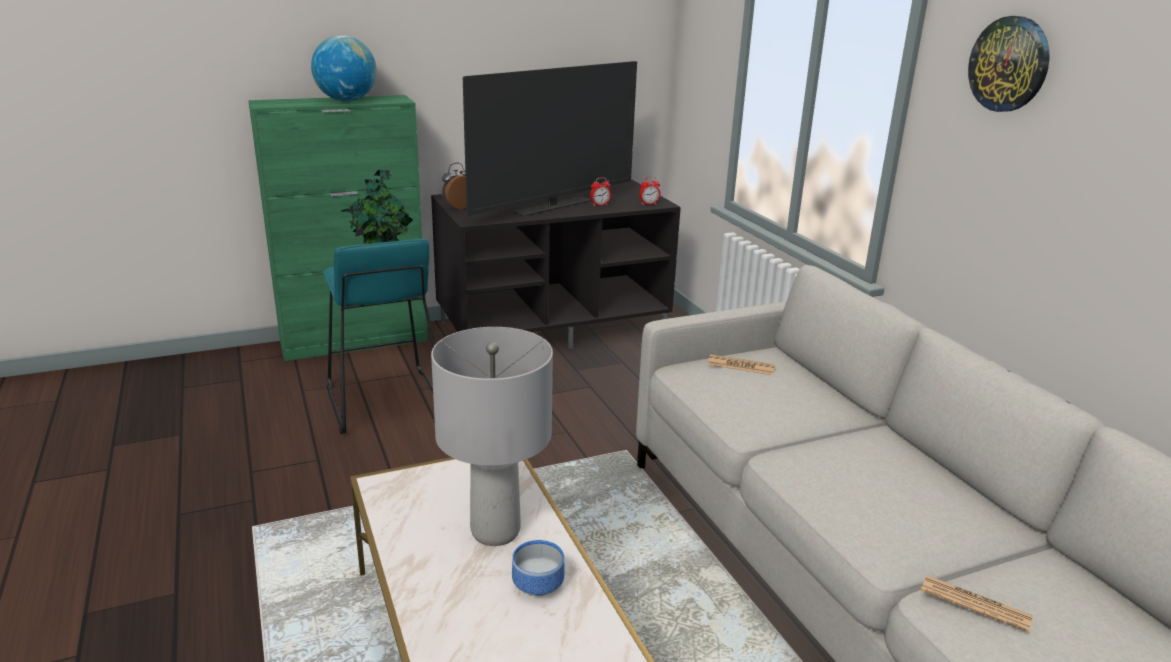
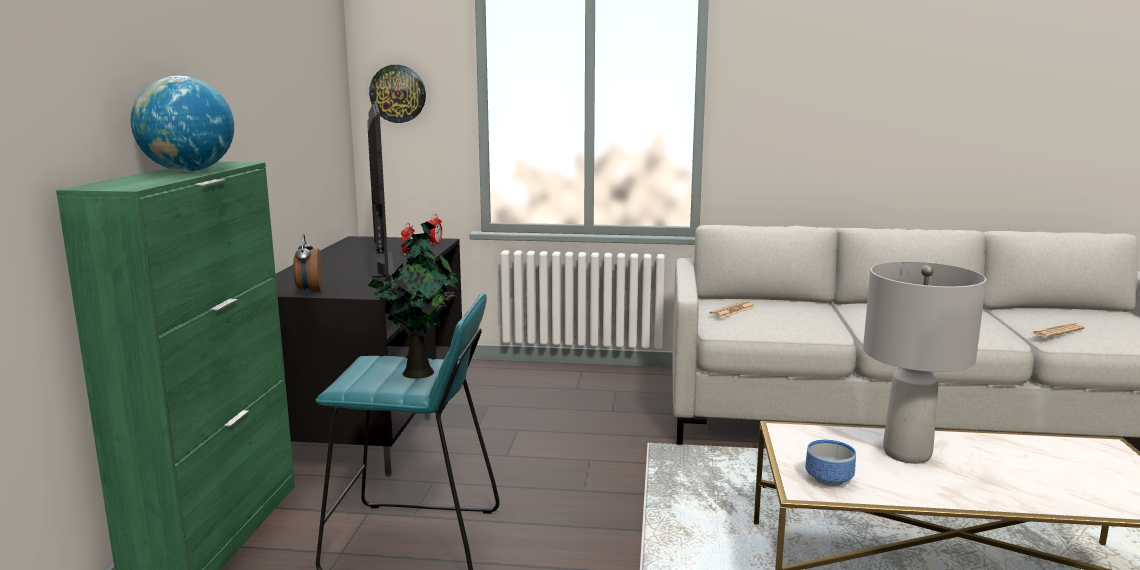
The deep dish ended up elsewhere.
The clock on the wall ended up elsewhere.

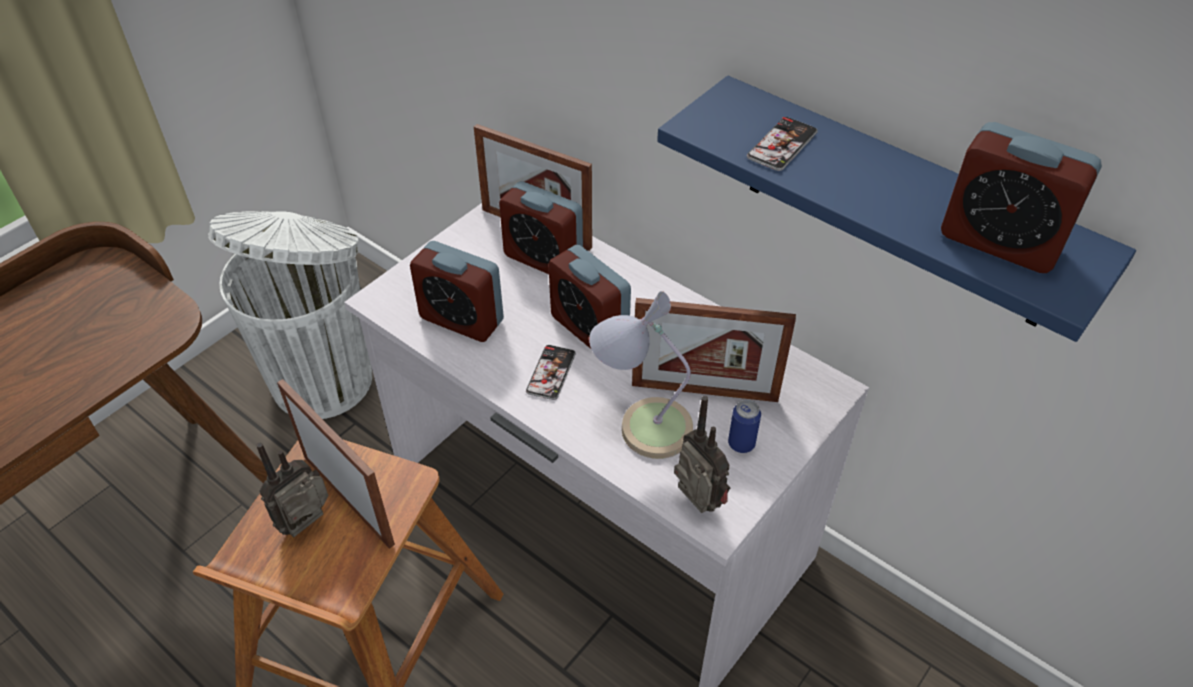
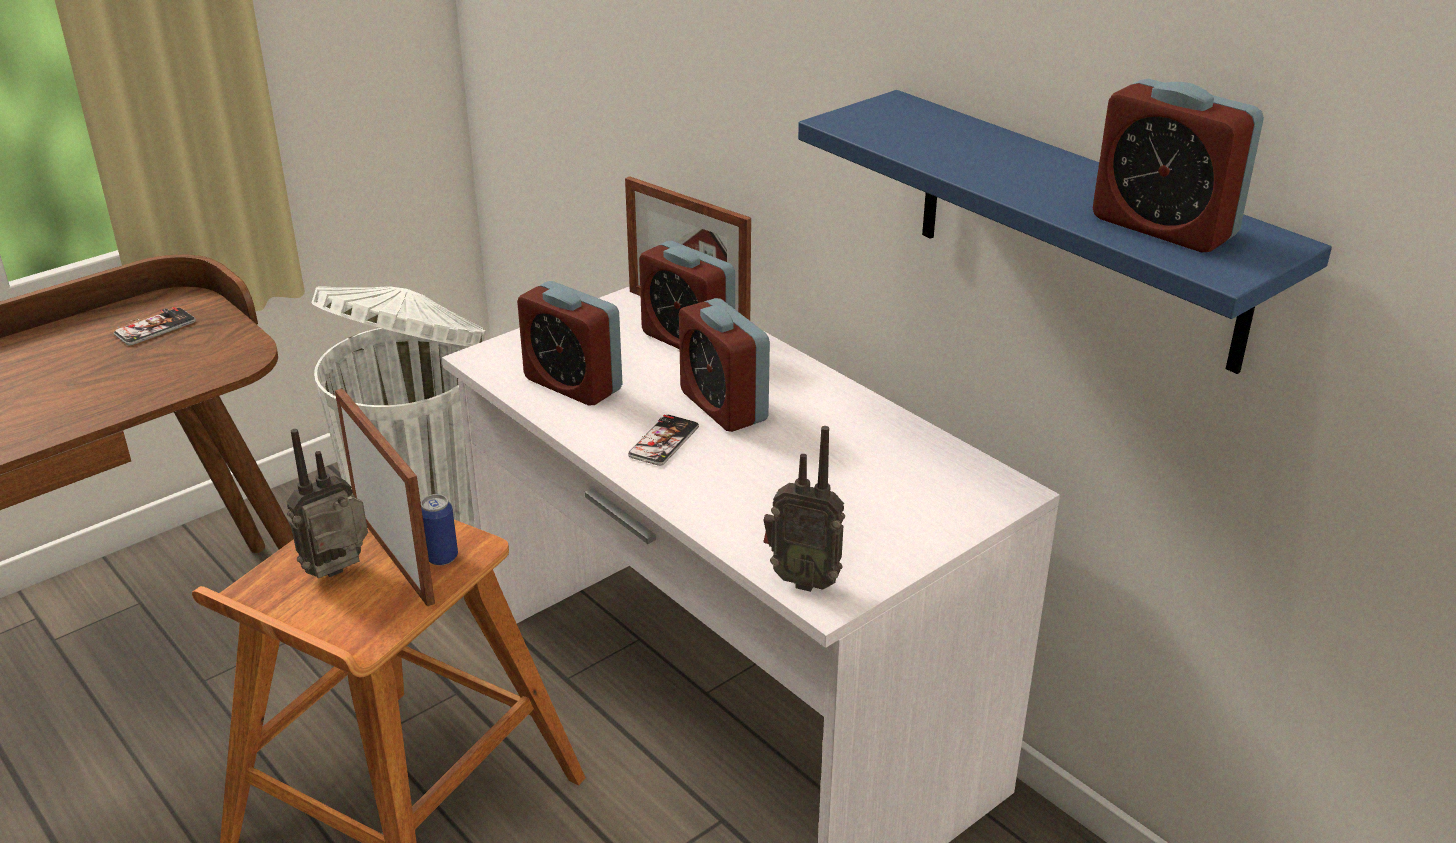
The second view lost the lamp for a table.
The second view lost the picture frame (3rd from left).
The radio (2nd from left) ended up facing another way, 135 degrees clockwise from before.
The metal can ended up elsewhere.
The telephone (2nd from left in the first image) ended up elsewhere.

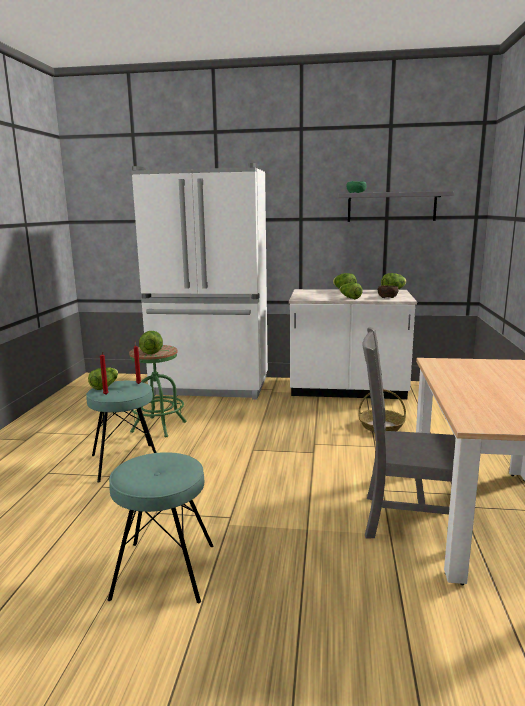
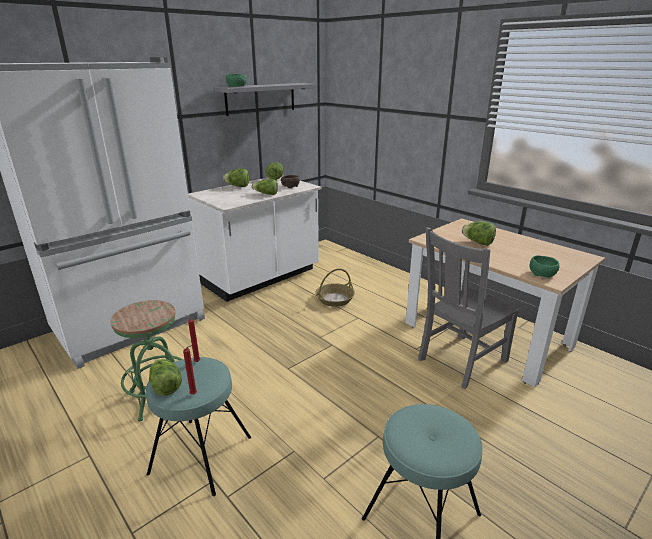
The lettuce (2nd from left in the first image) ended up elsewhere.
The second view gained the green deep dish (2nd from left).

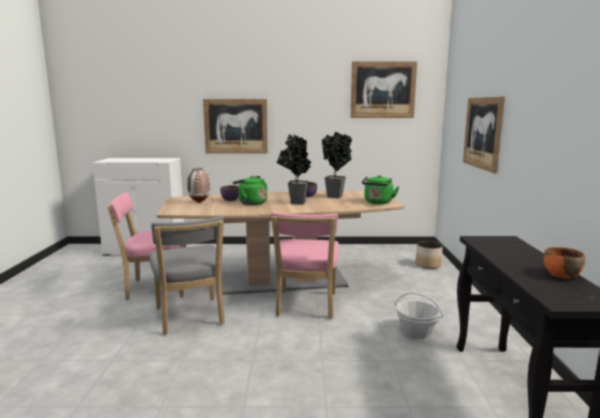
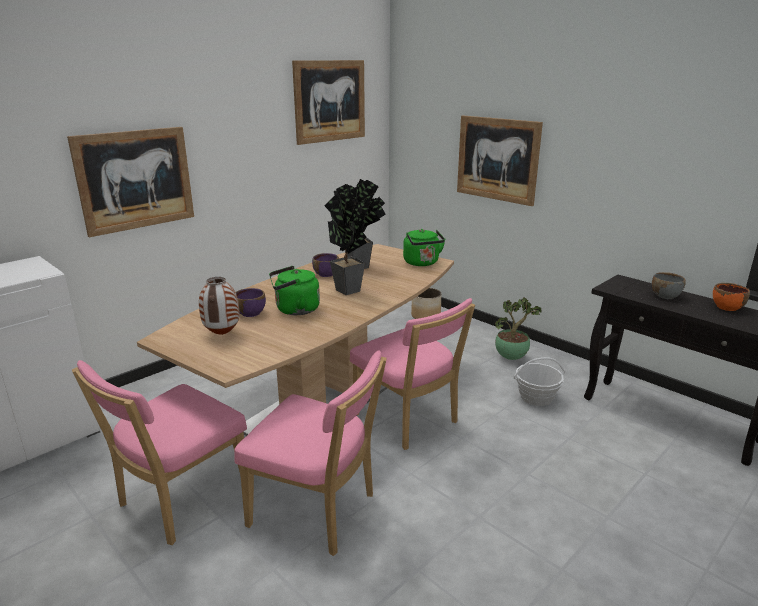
What was the greyish upright chair turned into the pink upright chair (2nd from left).
The second view gained the potted plant (3rd from left).
The second view gained the greyish deep dish.

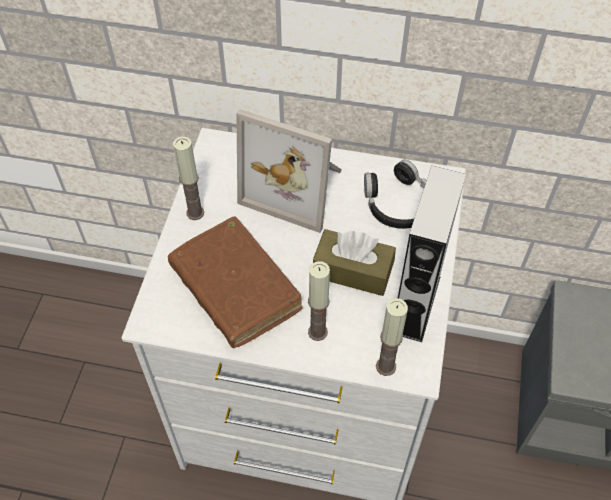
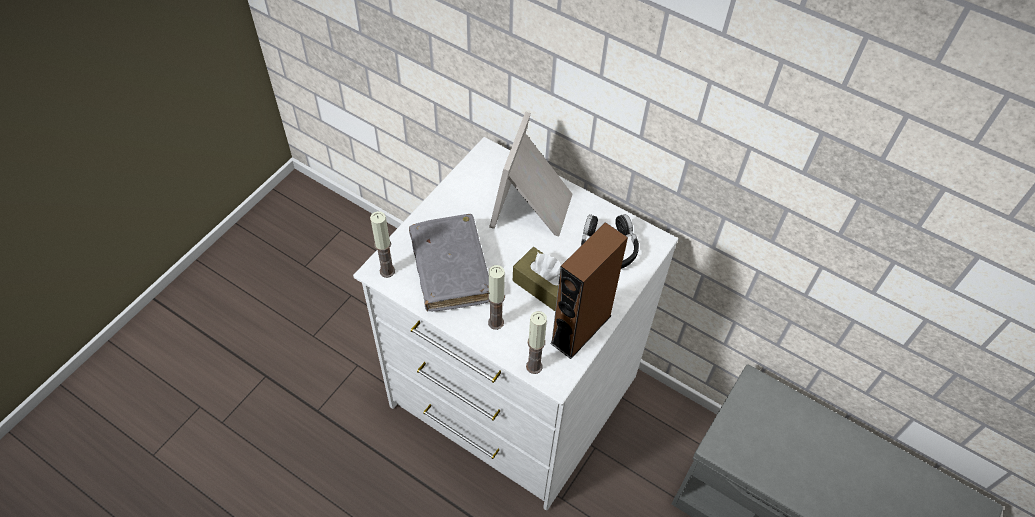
What was the brown-coloured volume turned into the greyish volume.
The wax candle (1st from left) ended up elsewhere.
The picture frame ended up facing another way, 60 degrees clockwise from before.
What was the greyish speaker turned into the brown-coloured speaker.

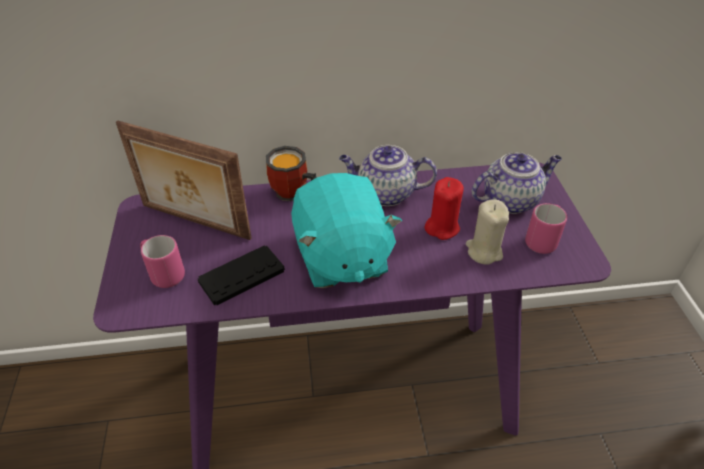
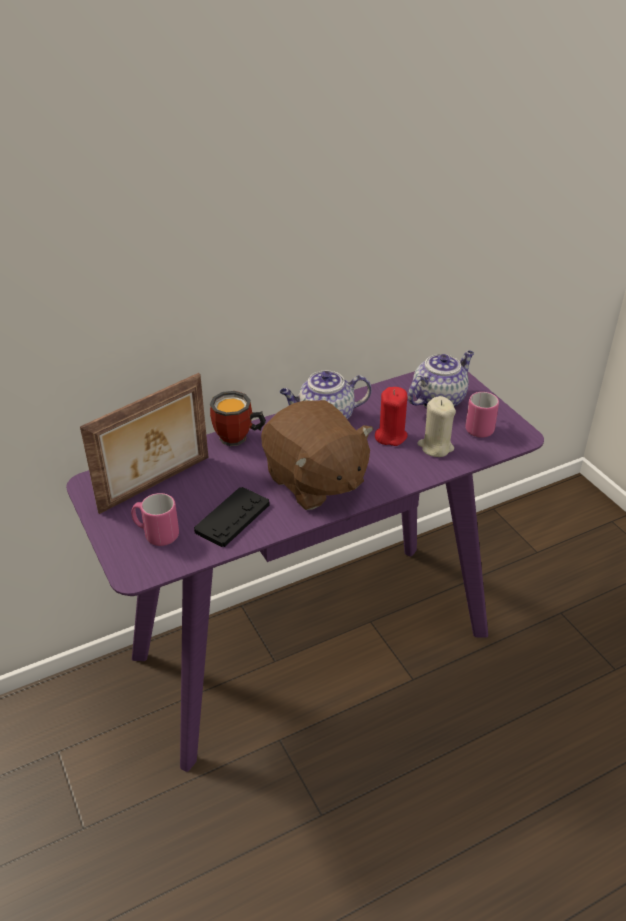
The picture frame ended up facing another way, 45 degrees counterclockwise from before.
What was the turquoise-coloured plush toy turned into the brown-coloured plush toy.

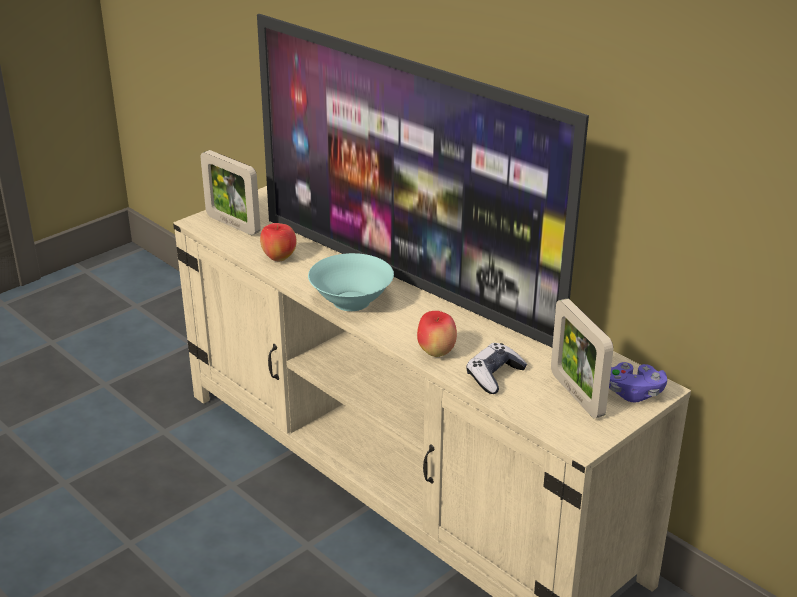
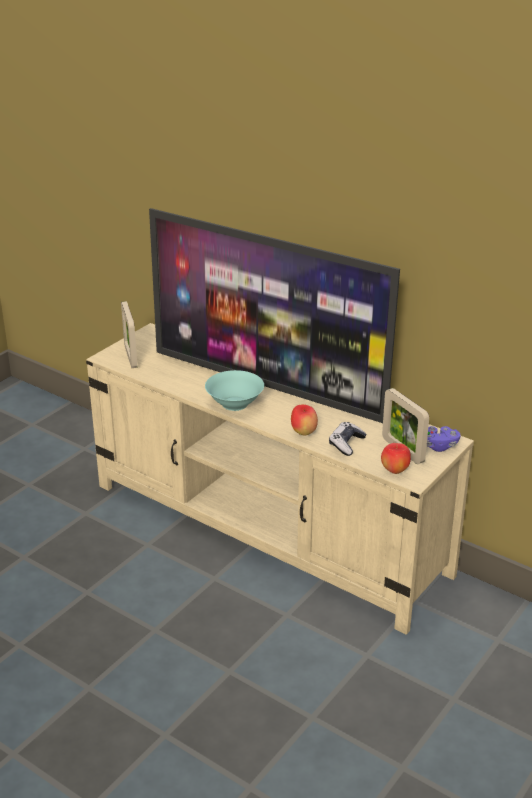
The picture frame (1st from left) ended up facing another way, 45 degrees clockwise from before.
The apple fruit (1st from left in the first image) ended up elsewhere.

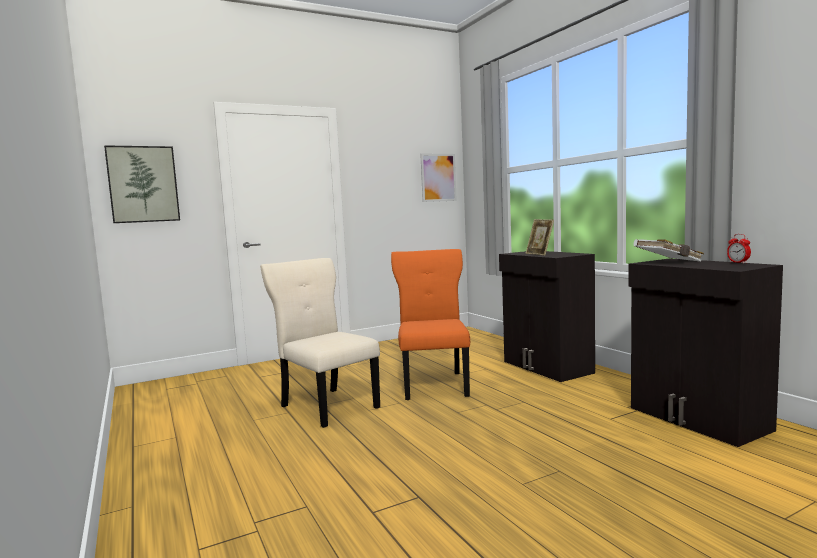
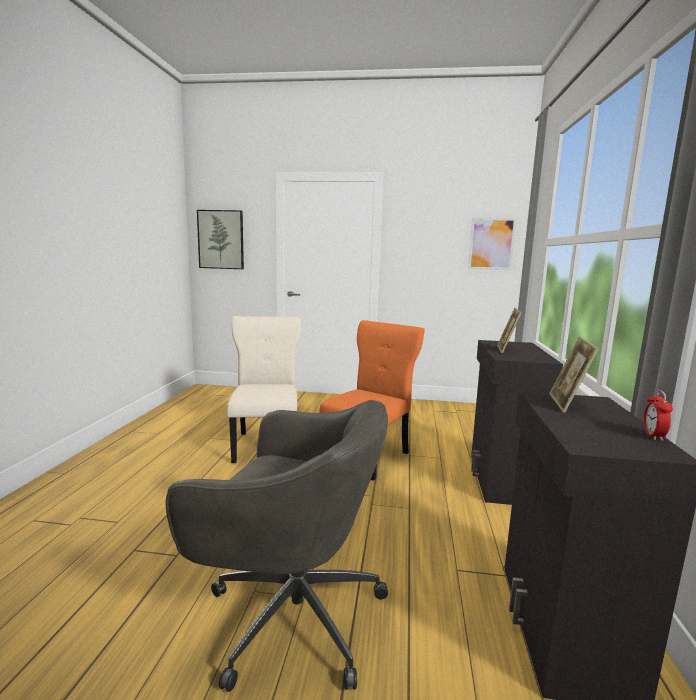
Where the whitish volume stood, the picture frame (2nd from left) came to stand.
The second view gained the greyish office chair.

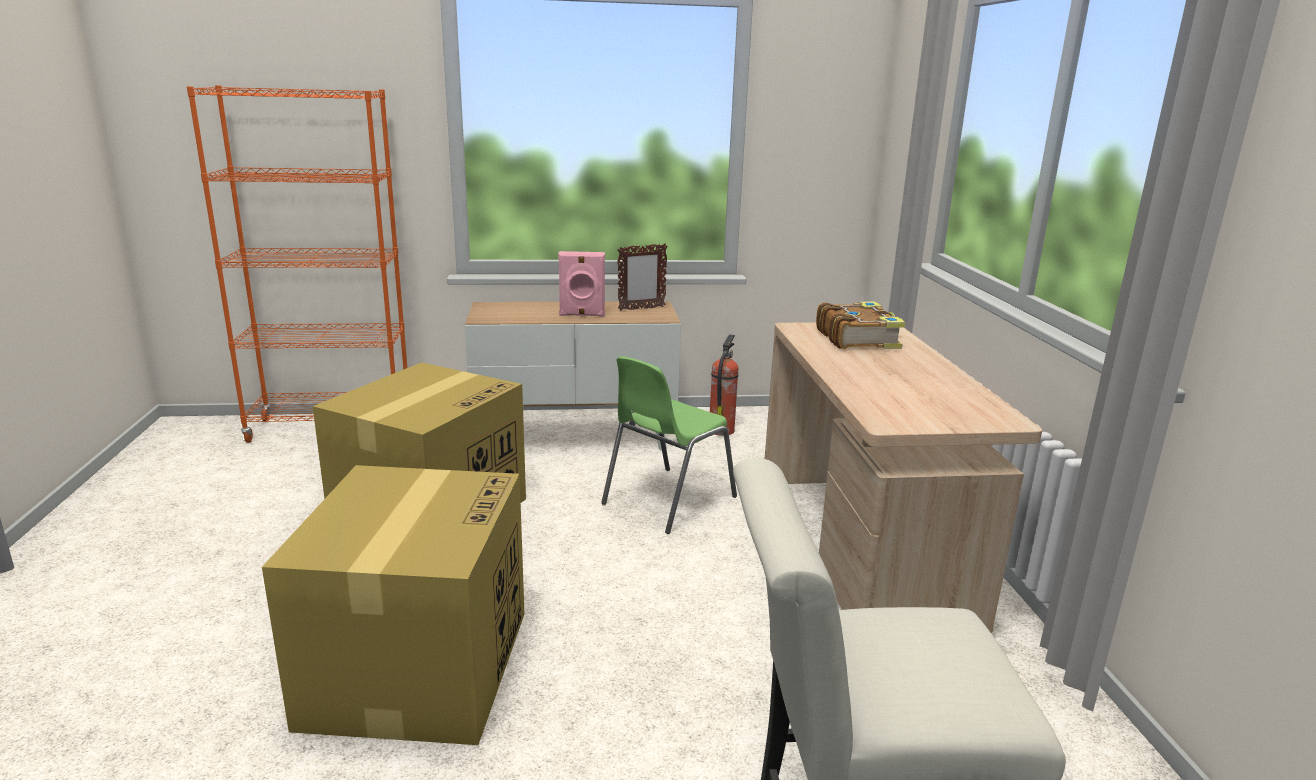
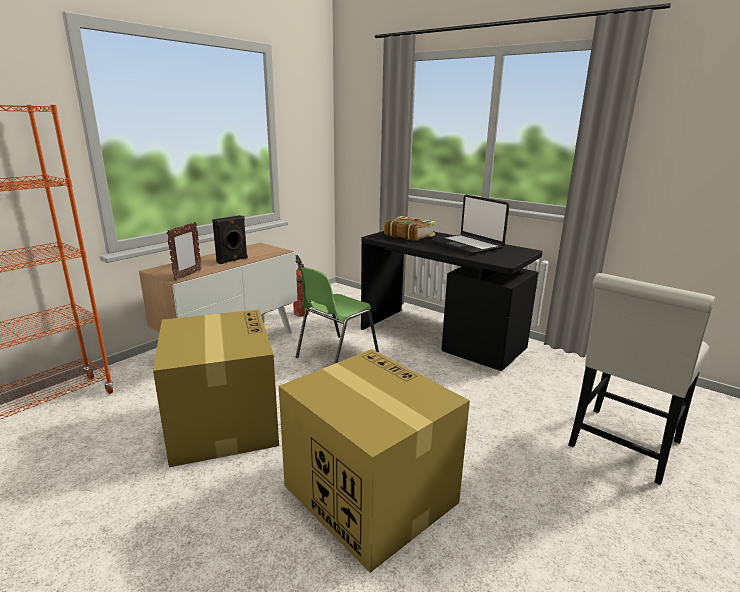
What was the pink speaker turned into the blackish speaker.
The green upright chair ended up facing another way, 45 degrees clockwise from before.
The picture frame ended up elsewhere.
What was the beige-coloured desk unit turned into the blackish desk unit.
The second view gained the notebook computer.

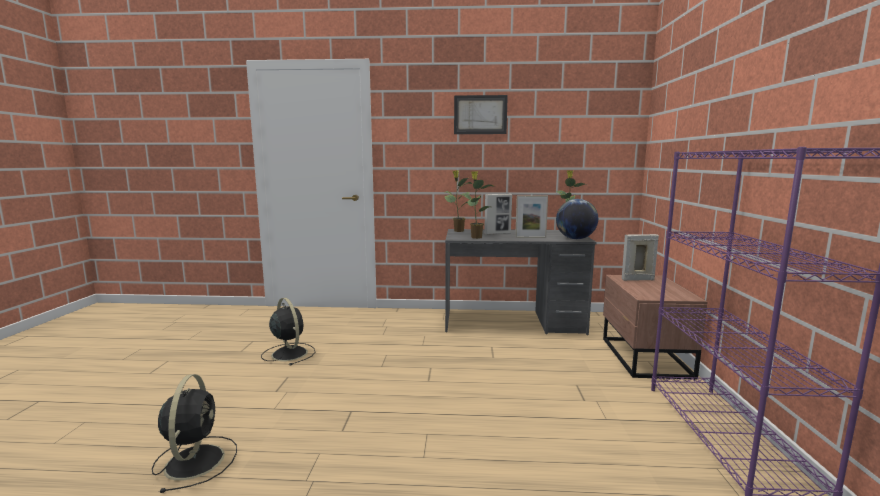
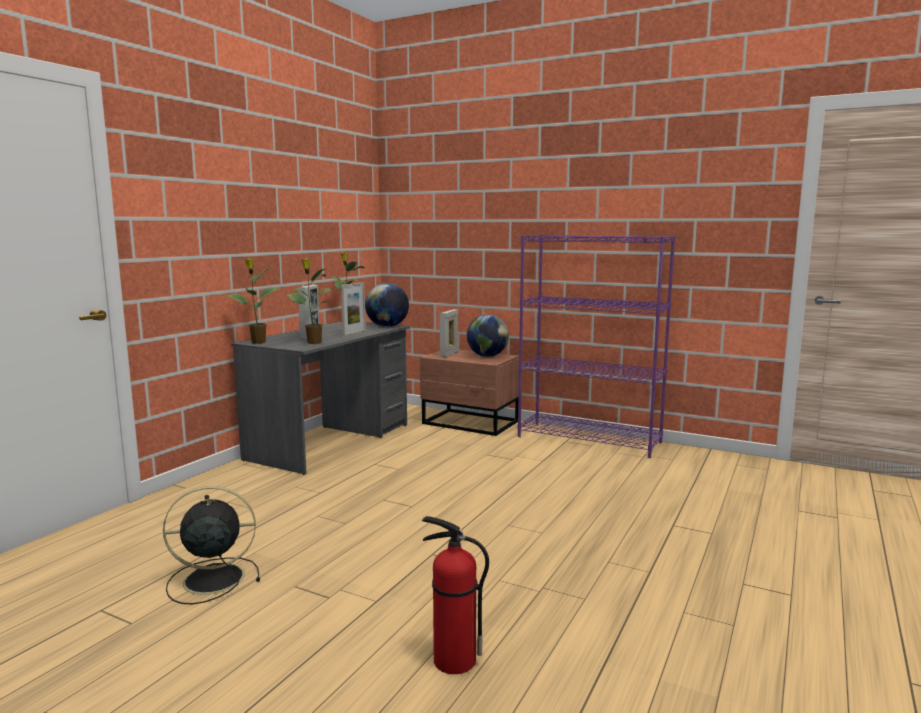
Where the blackish cooling fan (1st from left) stood, the fire-fighting cylinder came to stand.
The second view lost the wall art.
The second view gained the desk globe (2nd from left).

